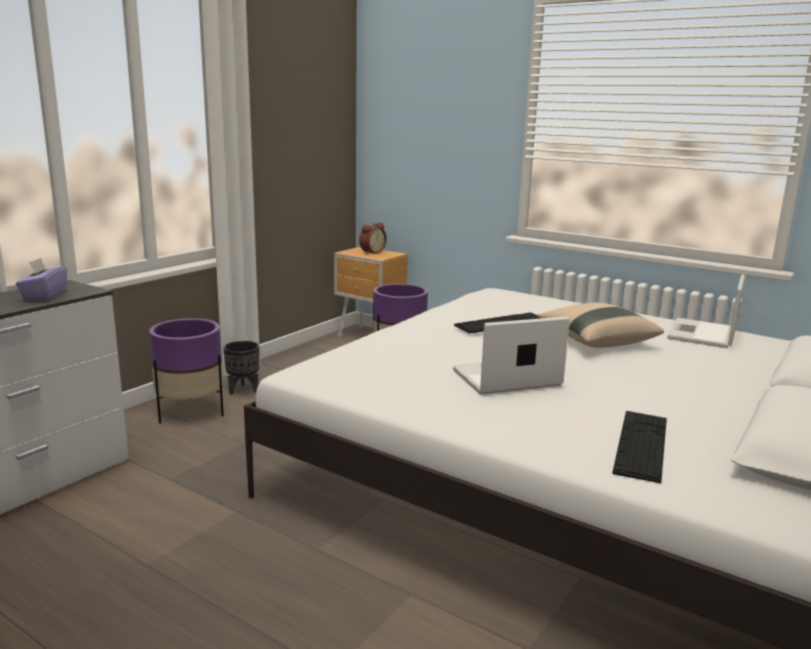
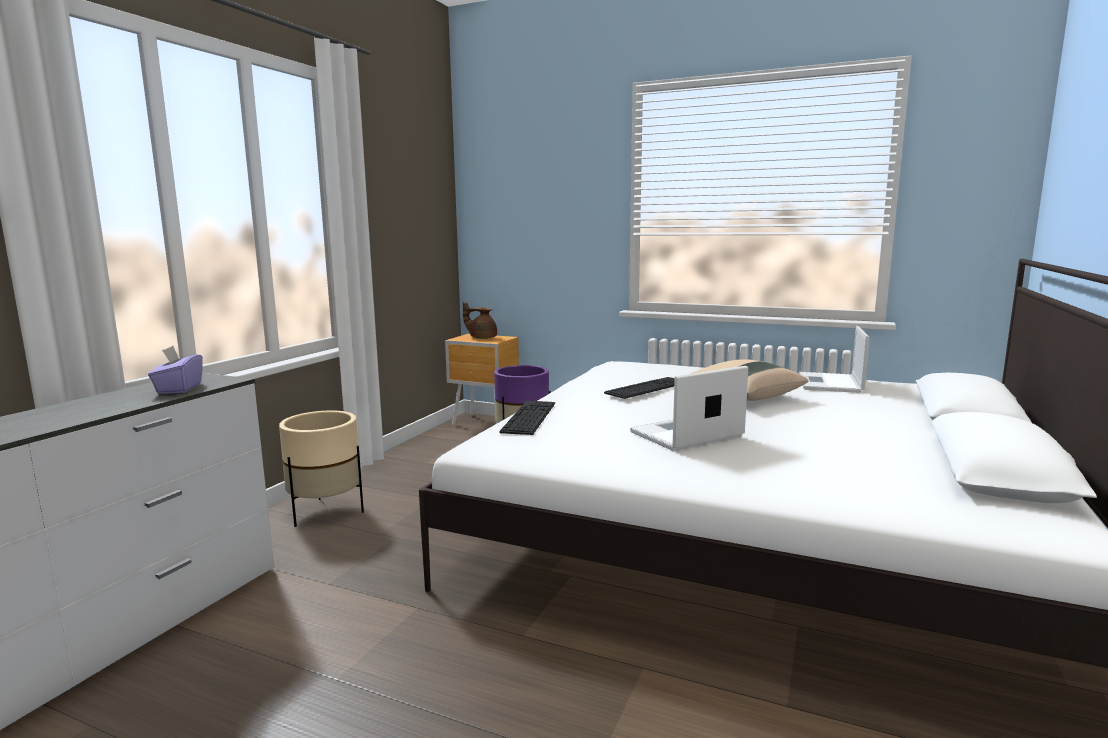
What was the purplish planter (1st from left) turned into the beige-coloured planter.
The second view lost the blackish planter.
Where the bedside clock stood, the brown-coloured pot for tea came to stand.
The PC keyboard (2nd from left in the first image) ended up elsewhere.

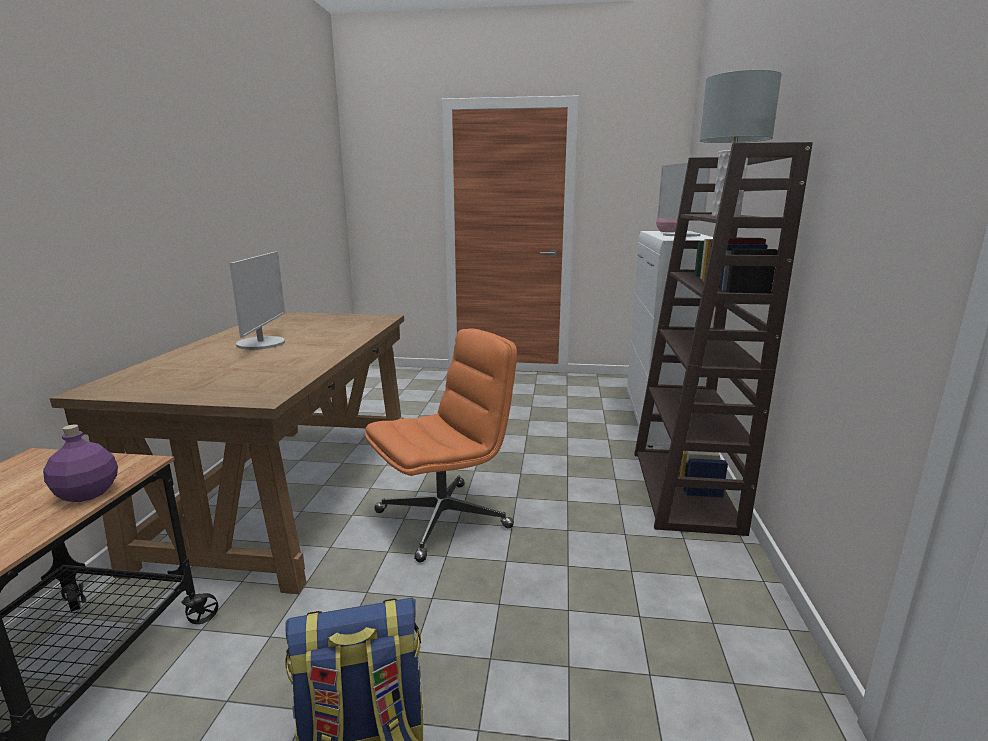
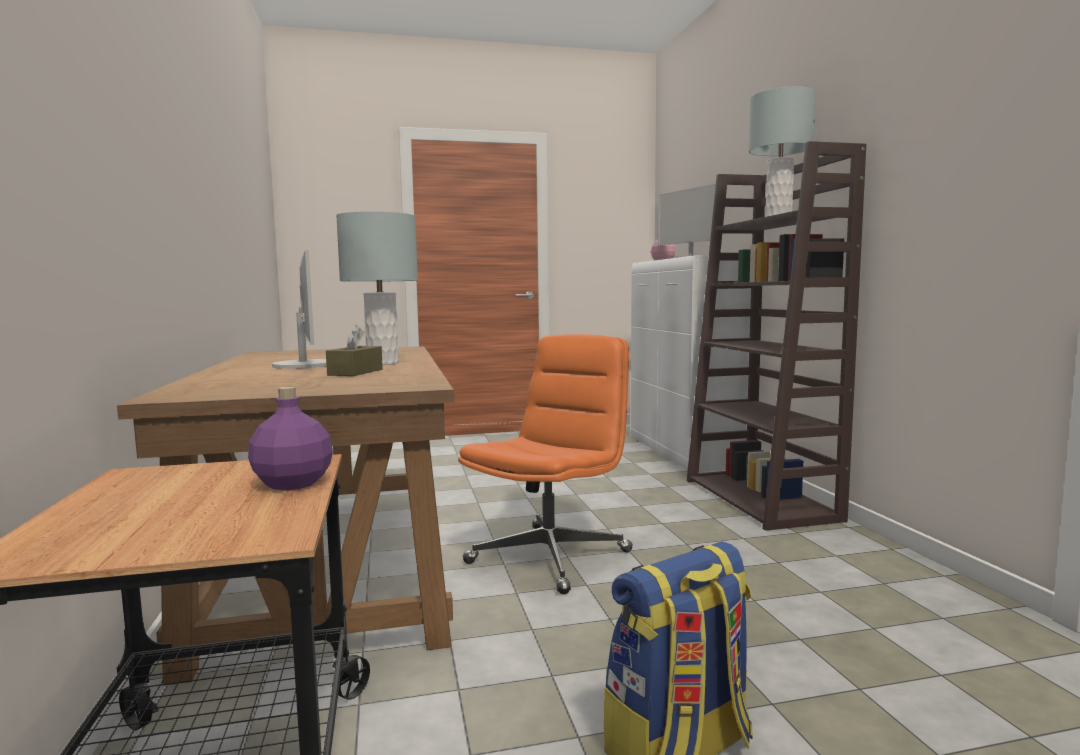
The second view gained the brown-coloured tissue holder.
The second view gained the greyish lamp for a table (1st from left).

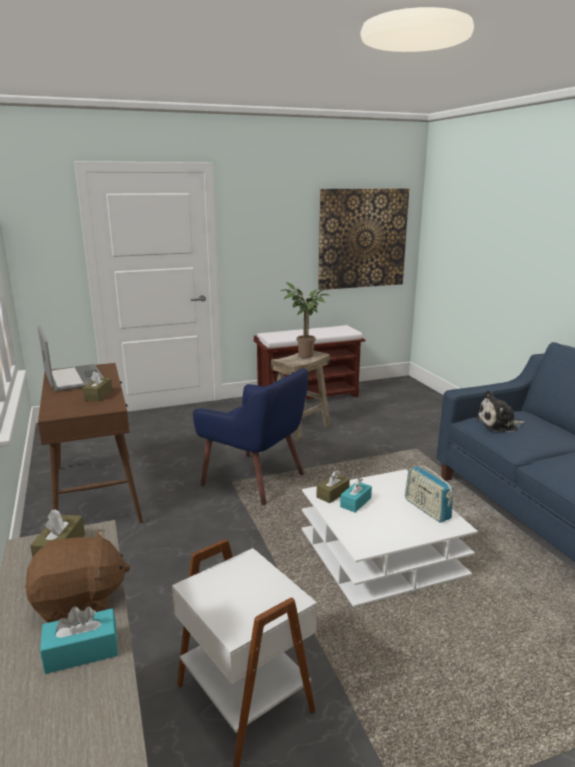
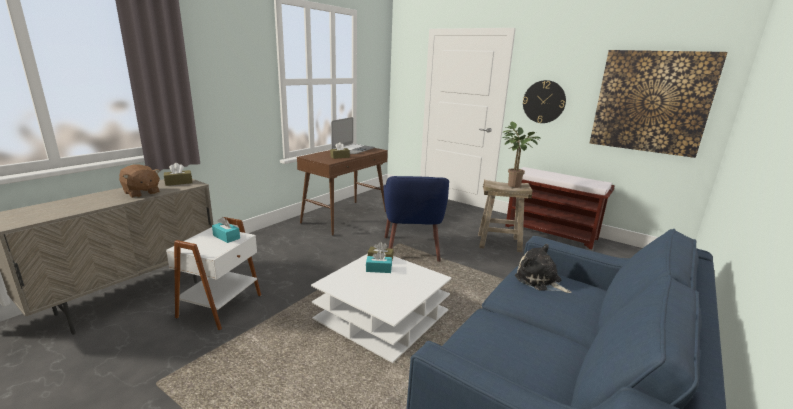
The turquoise-coloured tissue holder (1st from left) ended up elsewhere.
The second view lost the radio.
The second view gained the clock on the wall.

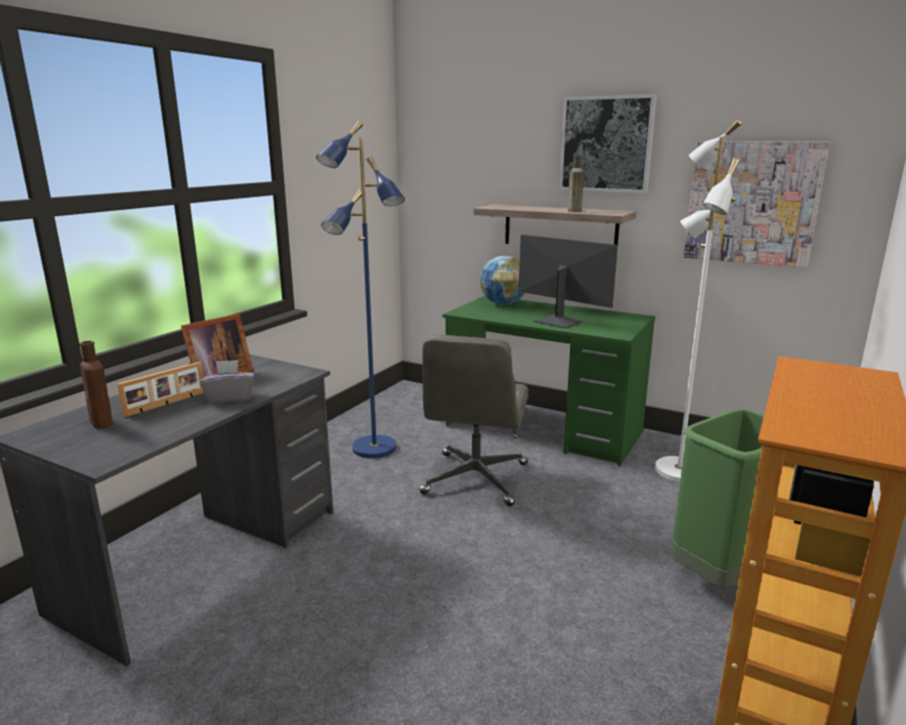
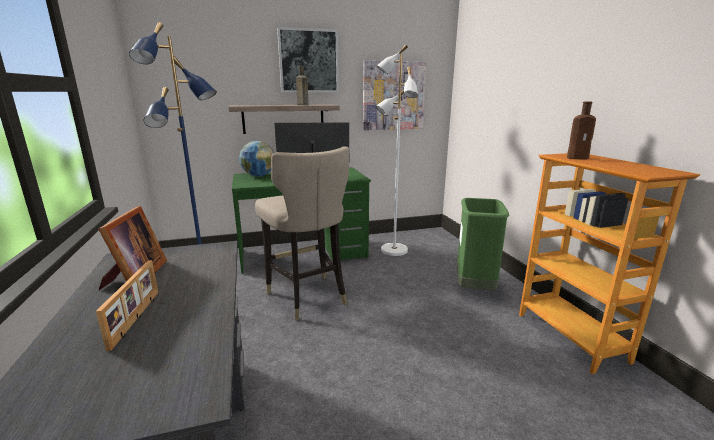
The brown-coloured bottle (1st from left in the first image) ended up elsewhere.
The second view lost the greyish tissue holder.
Where the greyish office chair stood, the beige-coloured sitting stool came to stand.

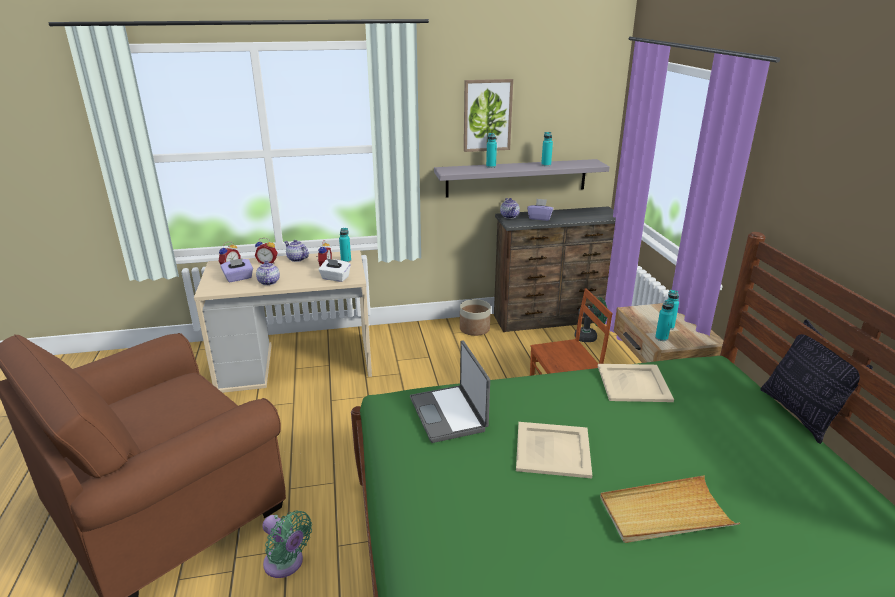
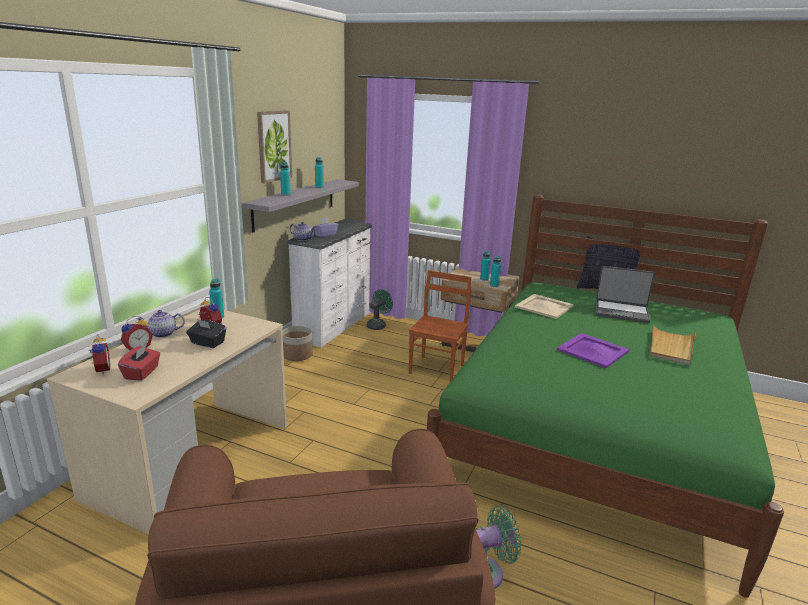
What was the purplish tissue holder (1st from left) turned into the reddish tissue holder.
The second view lost the pot for tea (1st from left).
The second view lost the whitish tissue holder.
The notebook computer ended up elsewhere.
What was the brown-coloured dresser turned into the whitish dresser.
What was the beige-coloured carrying tray (1st from left) turned into the purplish carrying tray.
The second view gained the blackish tissue holder.

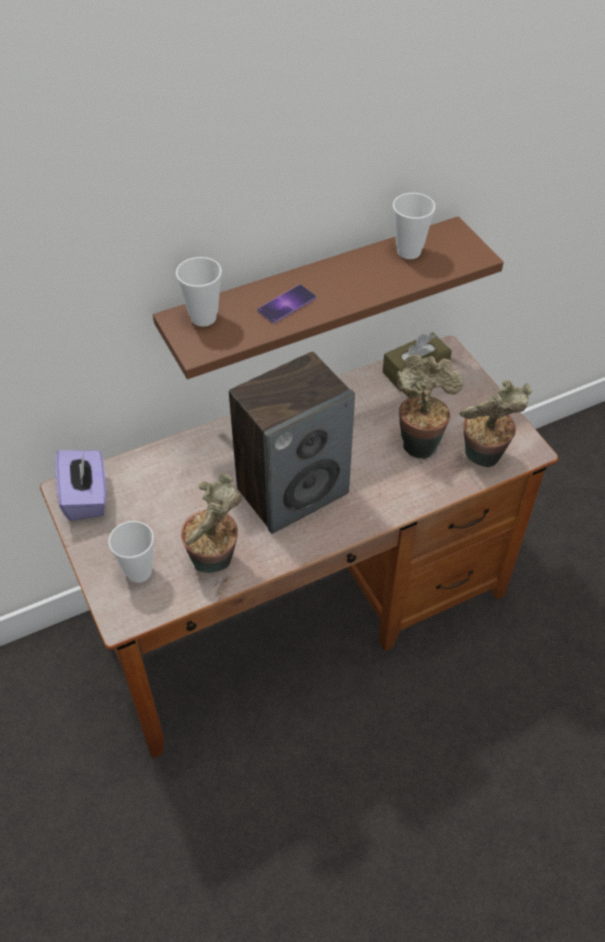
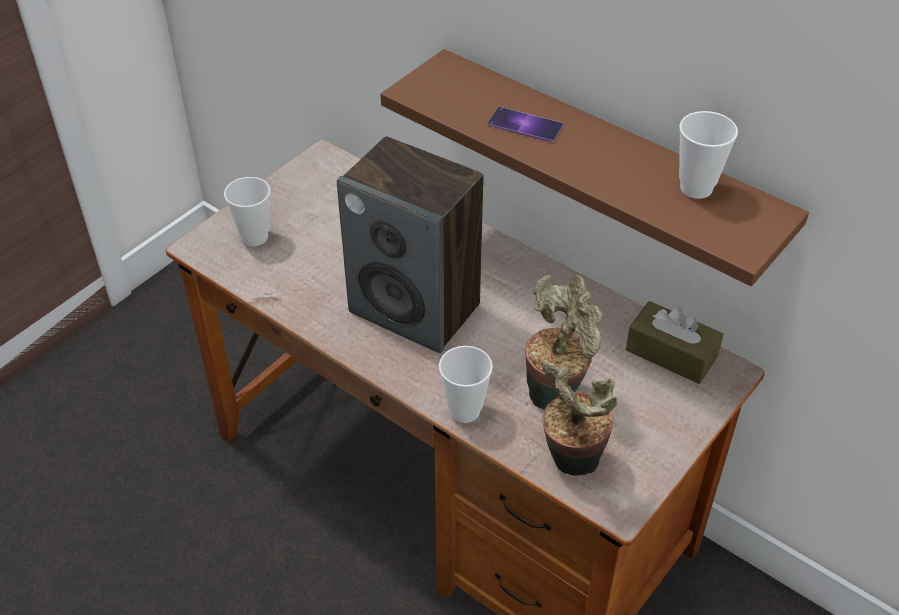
The second view lost the purplish tissue holder.
The cup (2nd from left) ended up elsewhere.
The second view lost the potted plant (1st from left).

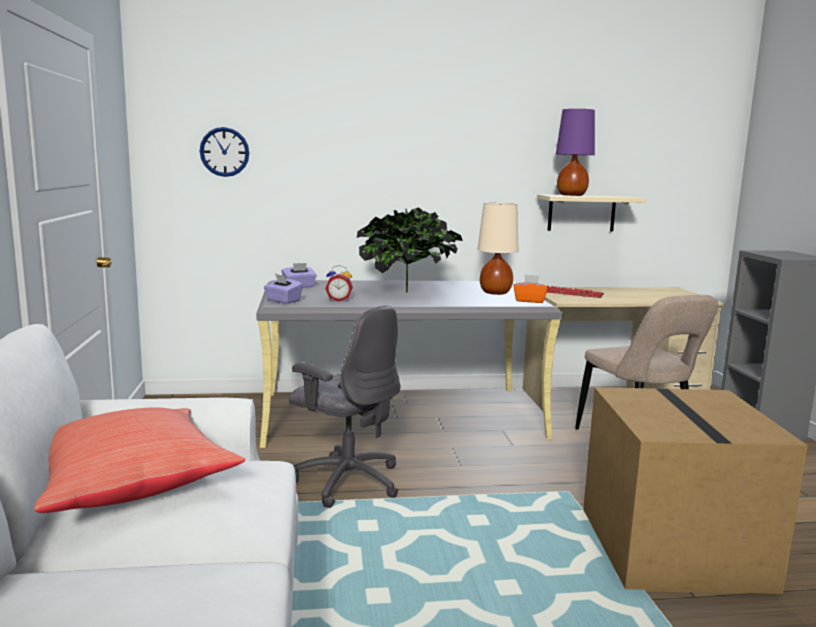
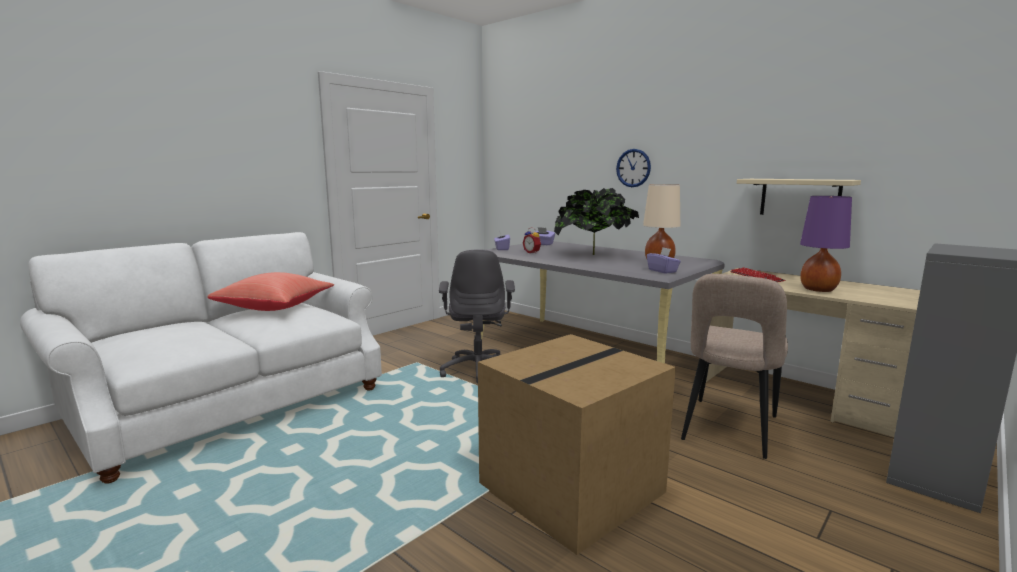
The clock on the wall ended up elsewhere.
What was the orangey tissue holder turned into the purplish tissue holder (3rd from left).
The purplish lamp for a table ended up elsewhere.

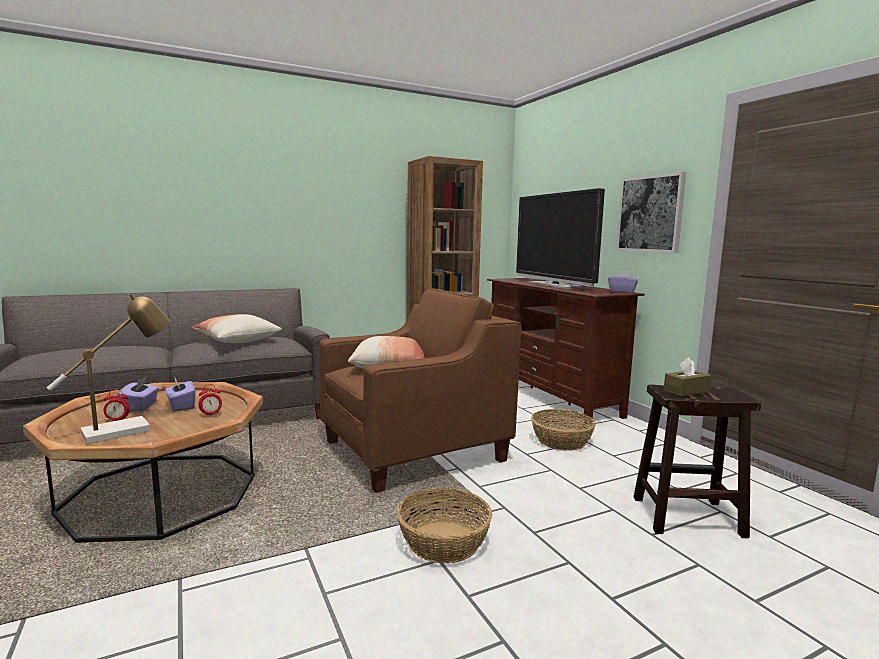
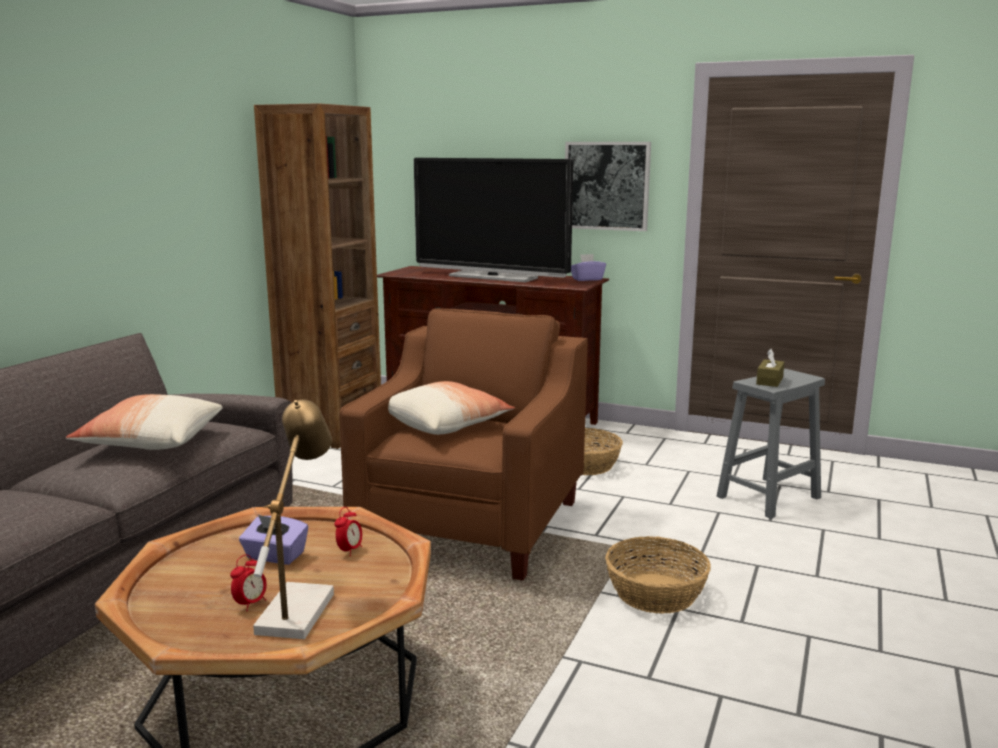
The second view lost the purplish tissue holder (1st from left).
What was the brown-coloured sitting stool turned into the greyish sitting stool.

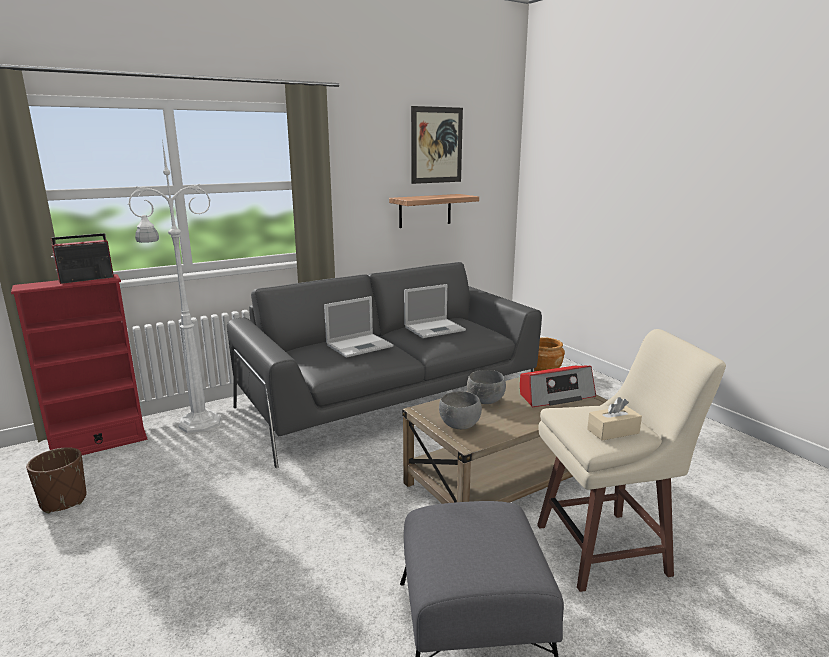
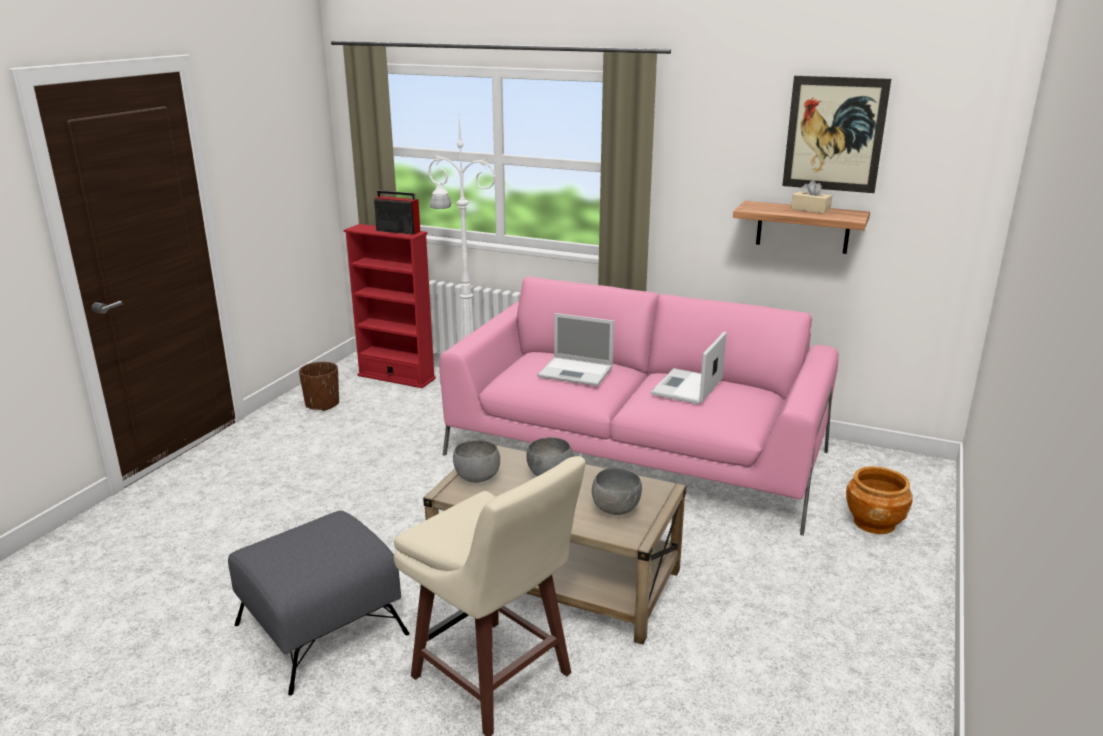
What was the greyish sofa turned into the pink sofa.
The notebook computer (2nd from left) ended up facing another way, 90 degrees clockwise from before.
Where the radio (2nd from left) stood, the greyish deep dish (3rd from left) came to stand.
The beige-coloured tissue holder ended up elsewhere.

